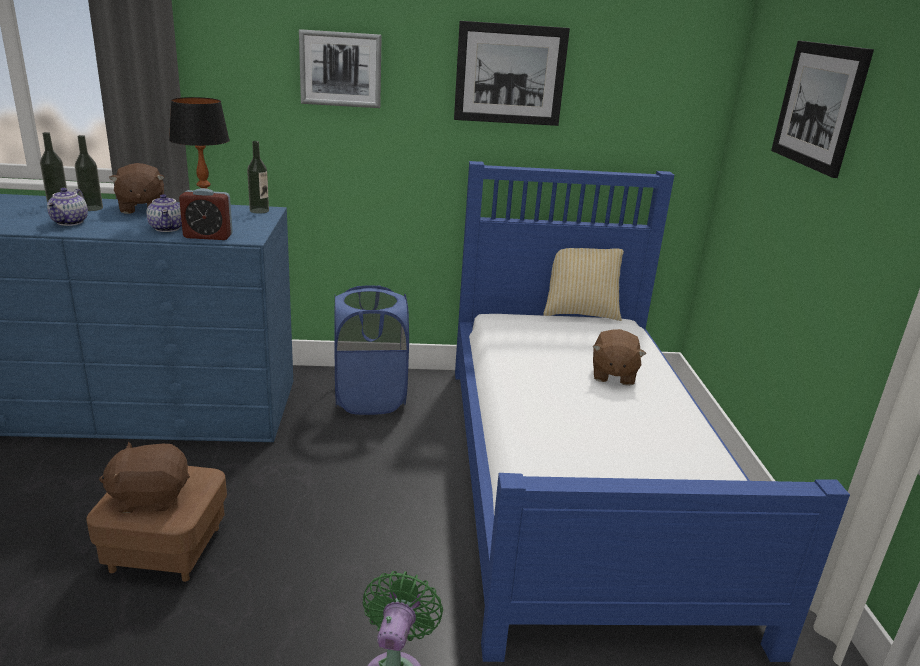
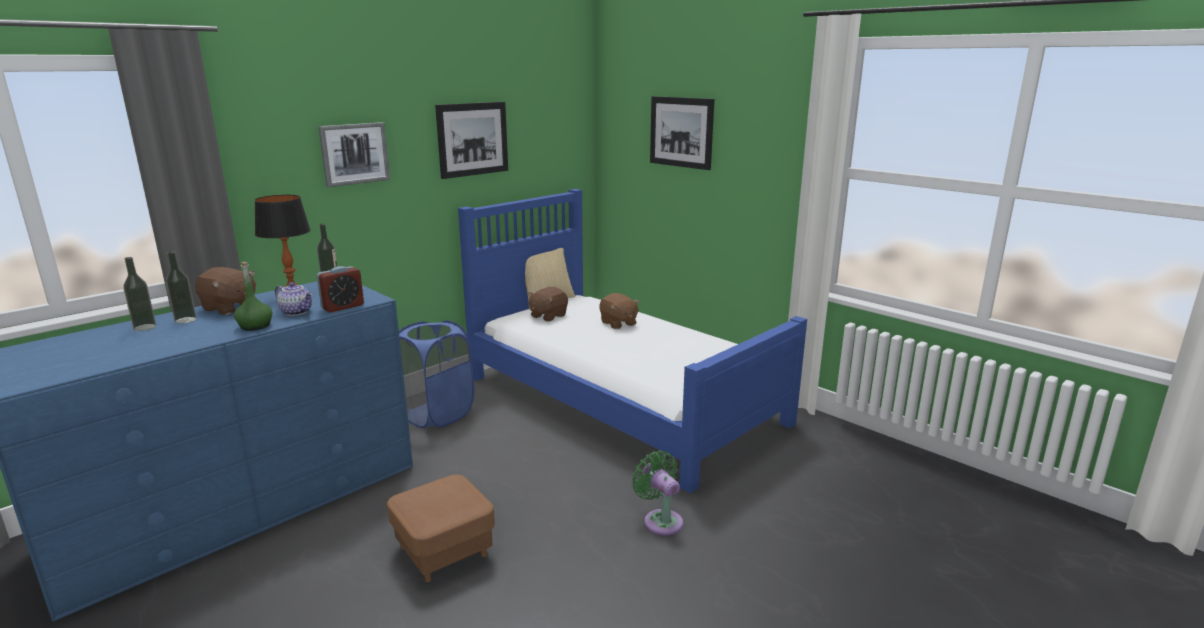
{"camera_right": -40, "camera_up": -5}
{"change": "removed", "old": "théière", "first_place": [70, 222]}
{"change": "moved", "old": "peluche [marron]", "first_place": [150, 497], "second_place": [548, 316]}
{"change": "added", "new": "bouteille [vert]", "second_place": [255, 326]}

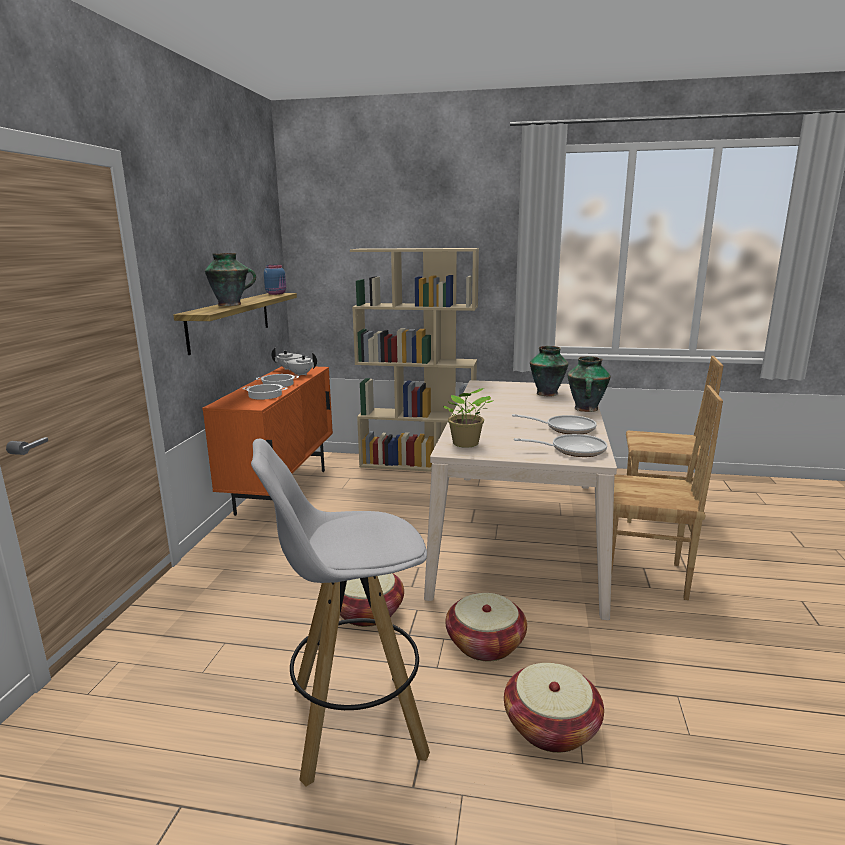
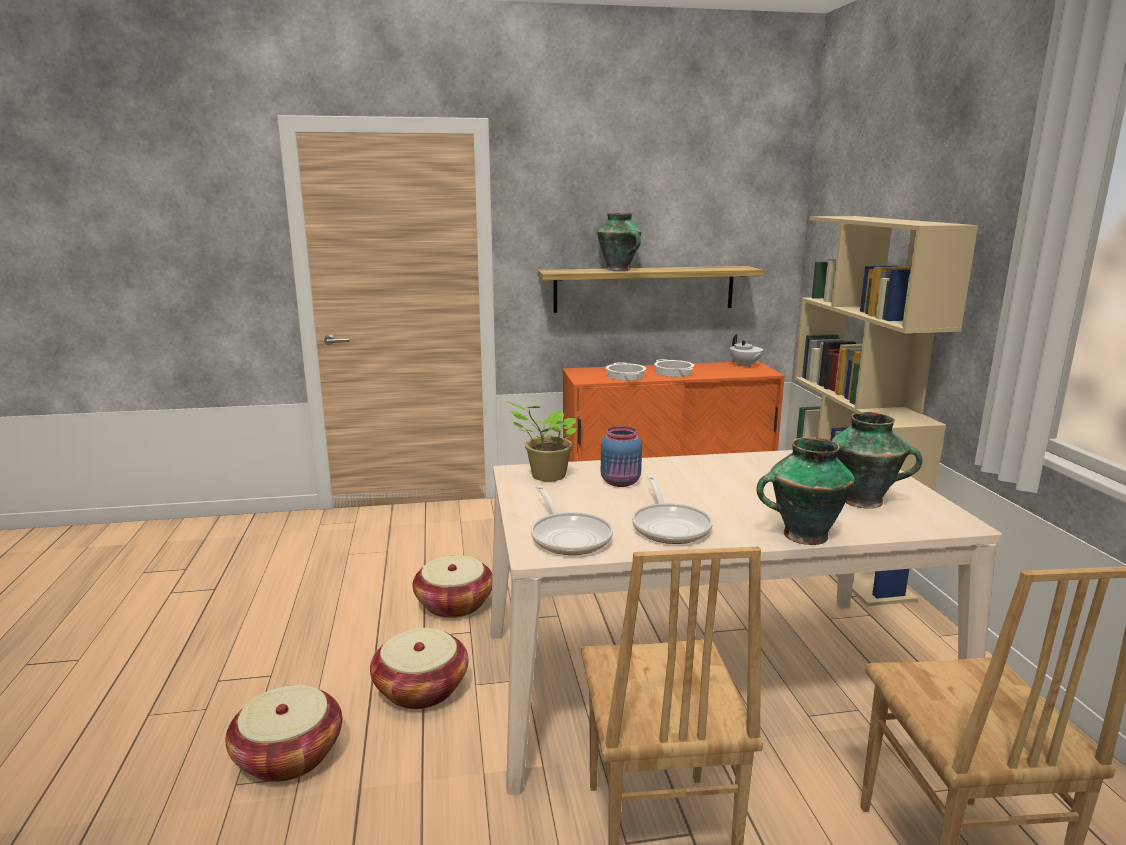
{"camera_right": 70, "camera_up": 0}
{"change": "removed", "old": "tabouret [blanc]", "first_place": [354, 722]}
{"change": "moved", "old": "bocal [bleu]", "first_place": [276, 294], "second_place": [621, 482]}
{"change": "removed", "old": "théière [blanc]", "first_place": [300, 374]}

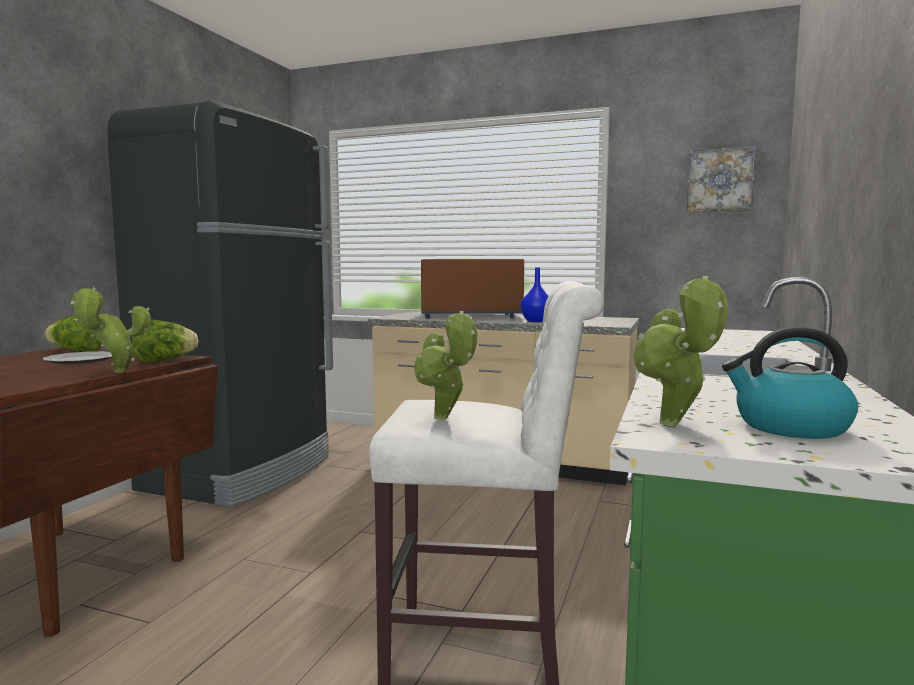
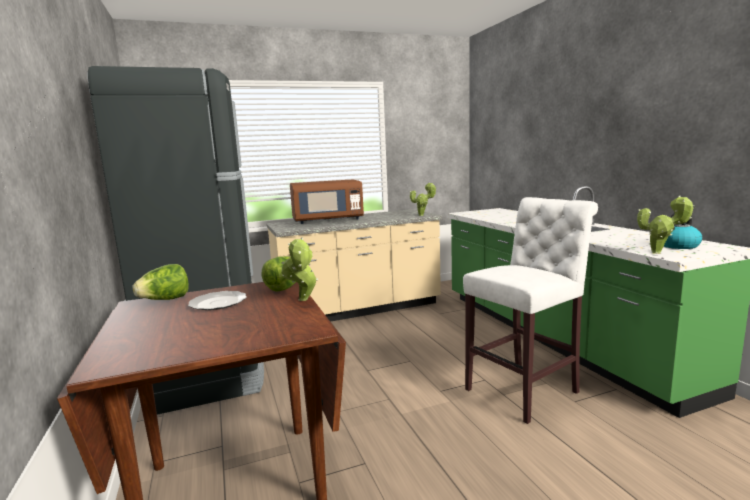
{"camera_right": -40, "camera_up": 5}
{"change": "moved", "old": "plante en pot", "first_place": [444, 419], "second_place": [422, 215]}
{"change": "turned", "old": "micro-ondes [marron]", "first_place": [470, 316], "second_place": [327, 220], "degrees": -150}
{"change": "removed", "old": "vase [bleu]", "first_place": [536, 321]}
{"change": "removed", "old": "tableau", "first_place": [720, 180]}

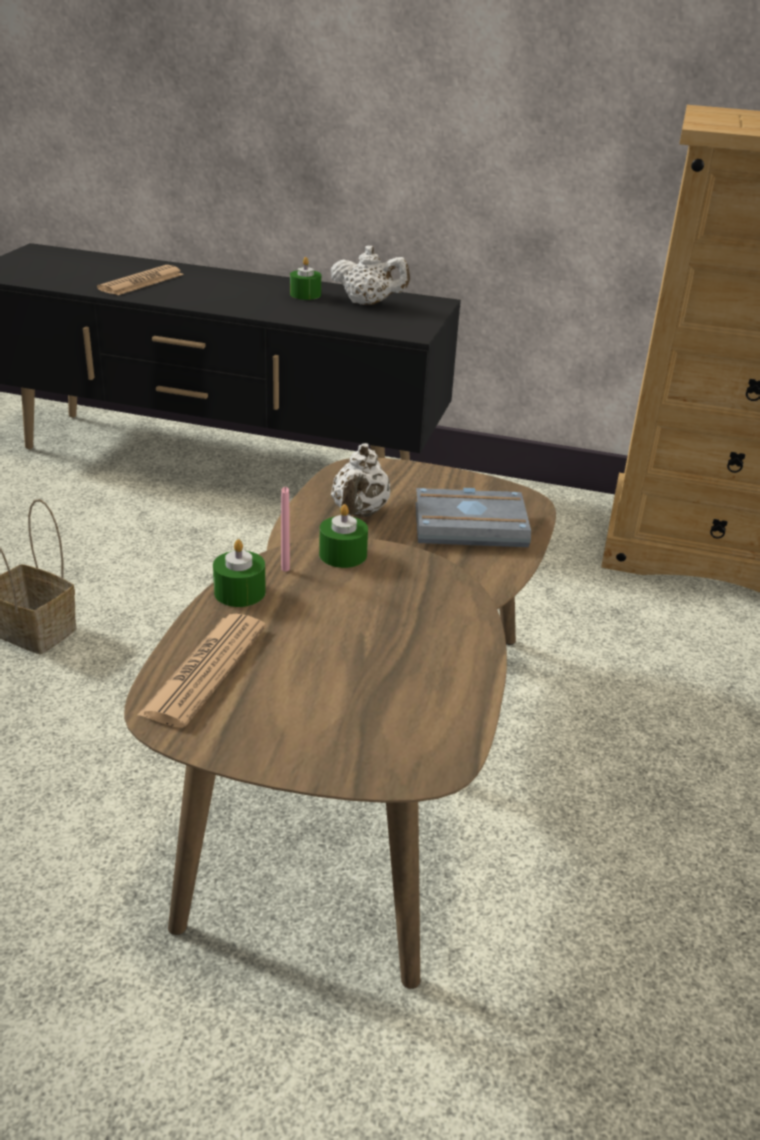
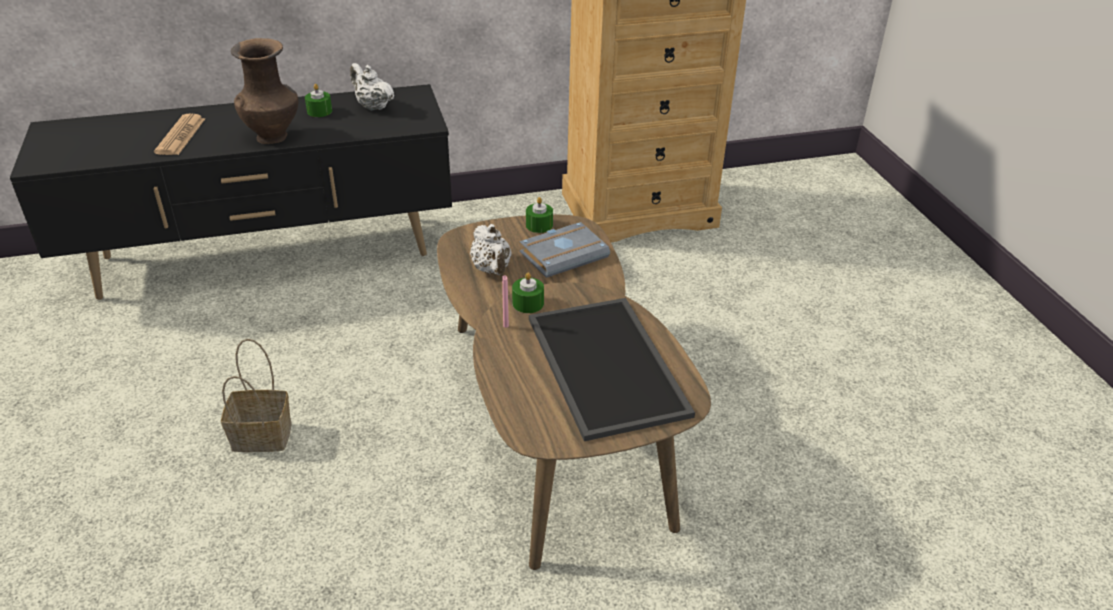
{"camera_right": -30, "camera_up": 5}
{"change": "removed", "old": "journal", "first_place": [205, 670]}
{"change": "moved", "old": "bougie [vert]", "first_place": [240, 592], "second_place": [539, 225]}
{"change": "turned", "old": "théière [blanc]", "first_place": [368, 303], "second_place": [372, 106], "degrees": -120}
{"change": "added", "new": "vase [marron]", "second_place": [273, 136]}
{"change": "added", "new": "plateau", "second_place": [610, 366]}

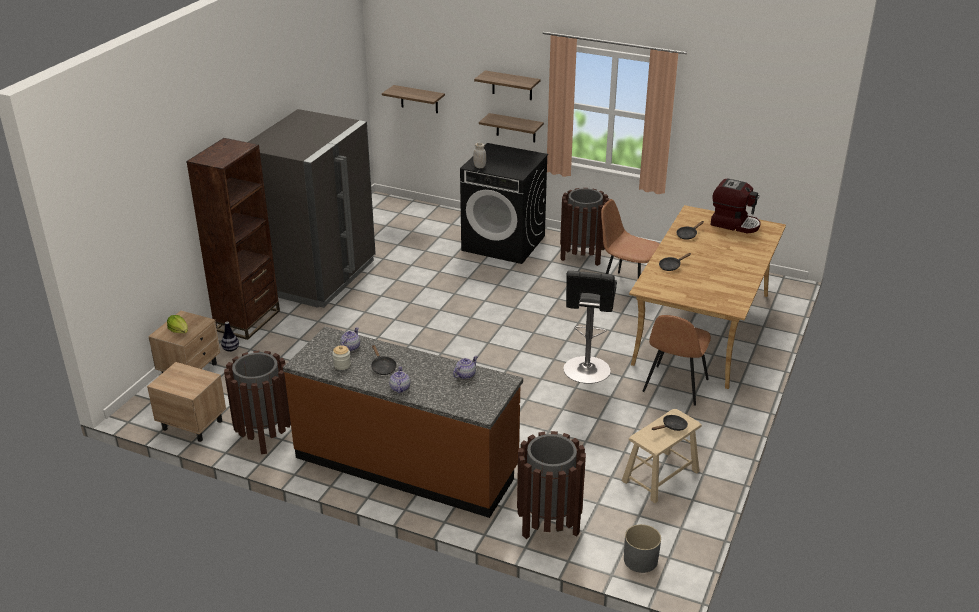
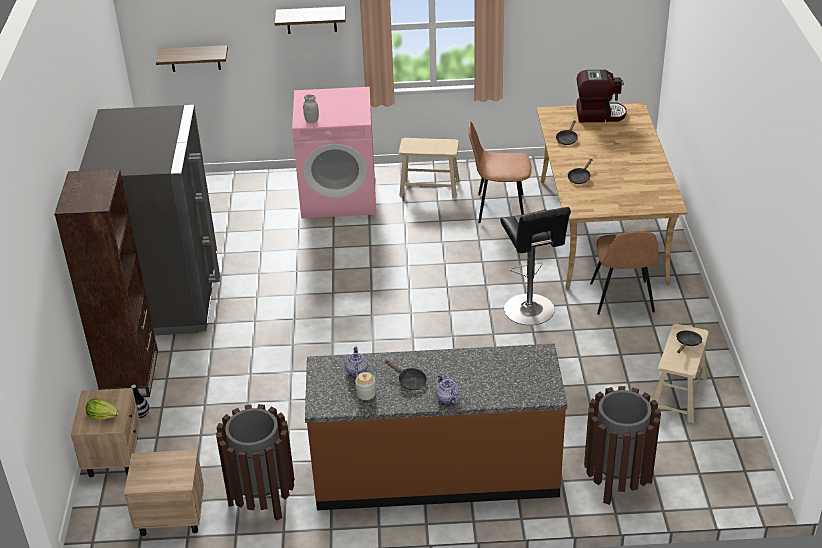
{"camera_right": -25, "camera_up": 5}
{"change": "removed", "old": "théière", "first_place": [465, 374]}
{"change": "recoloured", "old": "lave-linge [noir]", "new": "lave-linge [rose]", "first_place": [504, 243], "second_place": [339, 196]}
{"change": "removed", "old": "étagère", "first_place": [516, 128]}
{"change": "replaced", "old": "poubelle [marron]", "new": "tabouret [beige]", "first_place": [582, 256], "second_place": [429, 187]}
{"change": "removed", "old": "cache-pot [gris]", "first_place": [640, 560]}

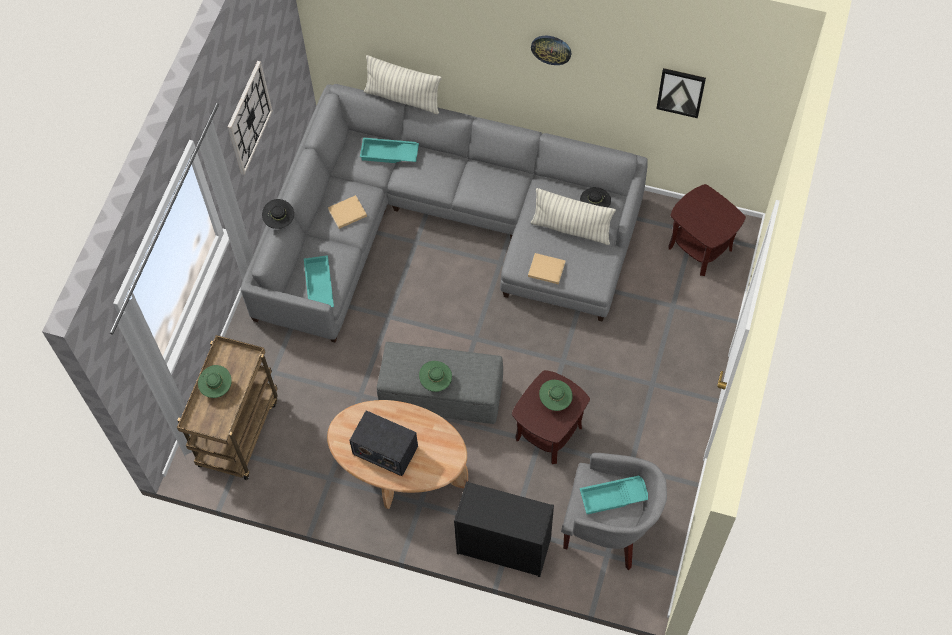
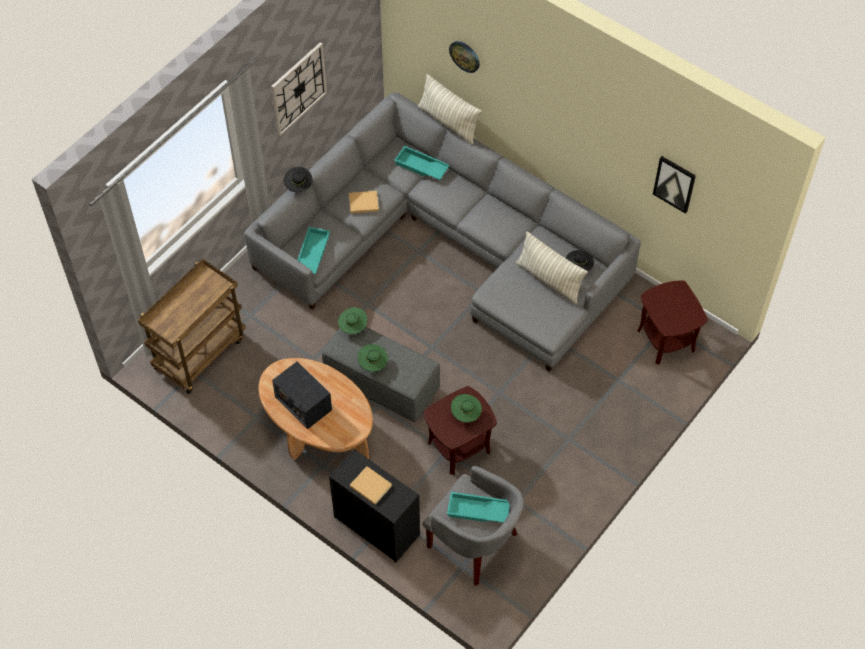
{"camera_right": 20, "camera_up": -5}
{"change": "moved", "old": "chapeau [vert]", "first_place": [216, 387], "second_place": [353, 327]}
{"change": "moved", "old": "livre [beige]", "first_place": [545, 269], "second_place": [370, 485]}
{"change": "moved", "old": "horloge murale", "first_place": [551, 49], "second_place": [465, 56]}

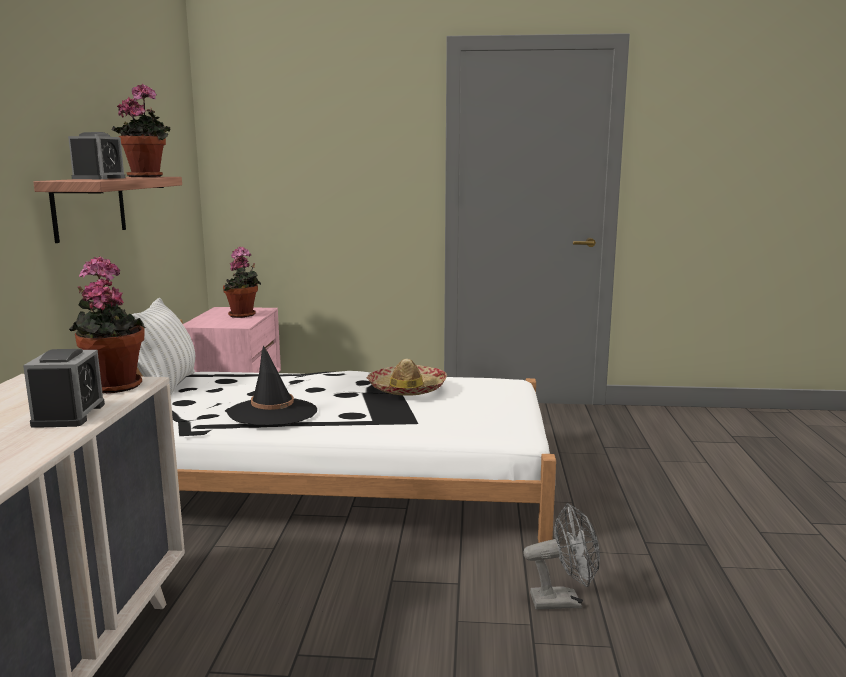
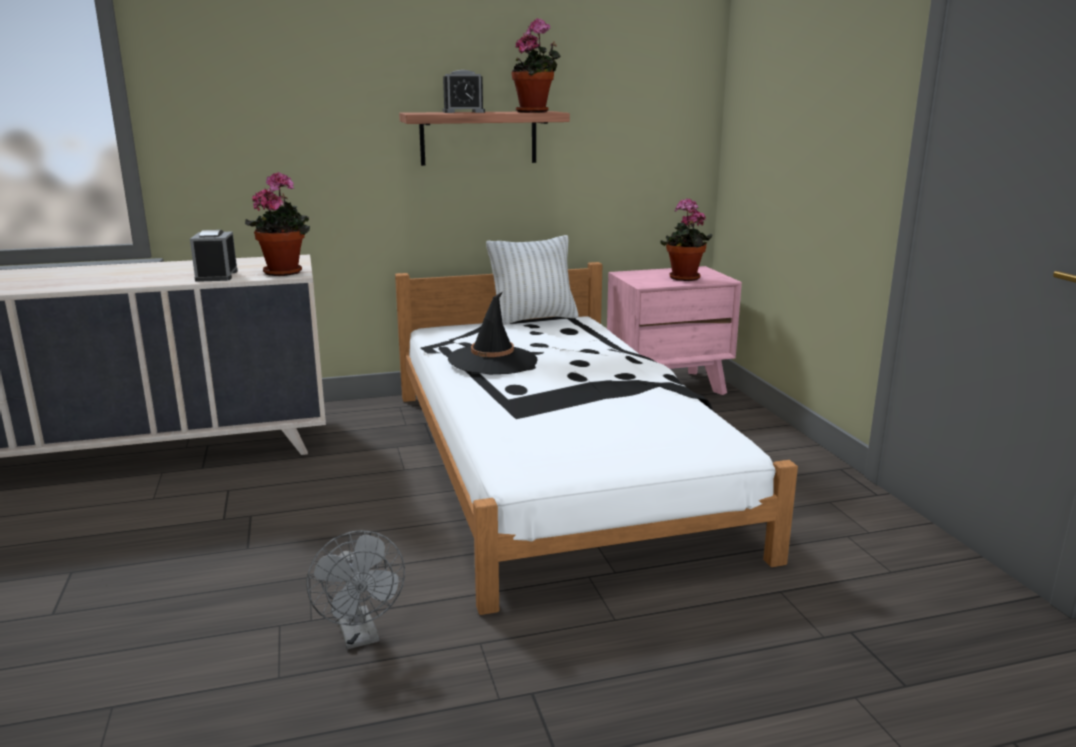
{"camera_right": 70, "camera_up": 5}
{"change": "turned", "old": "réveil", "first_place": [69, 415], "second_place": [216, 276], "degrees": 105}
{"change": "removed", "old": "chapeau", "first_place": [407, 389]}

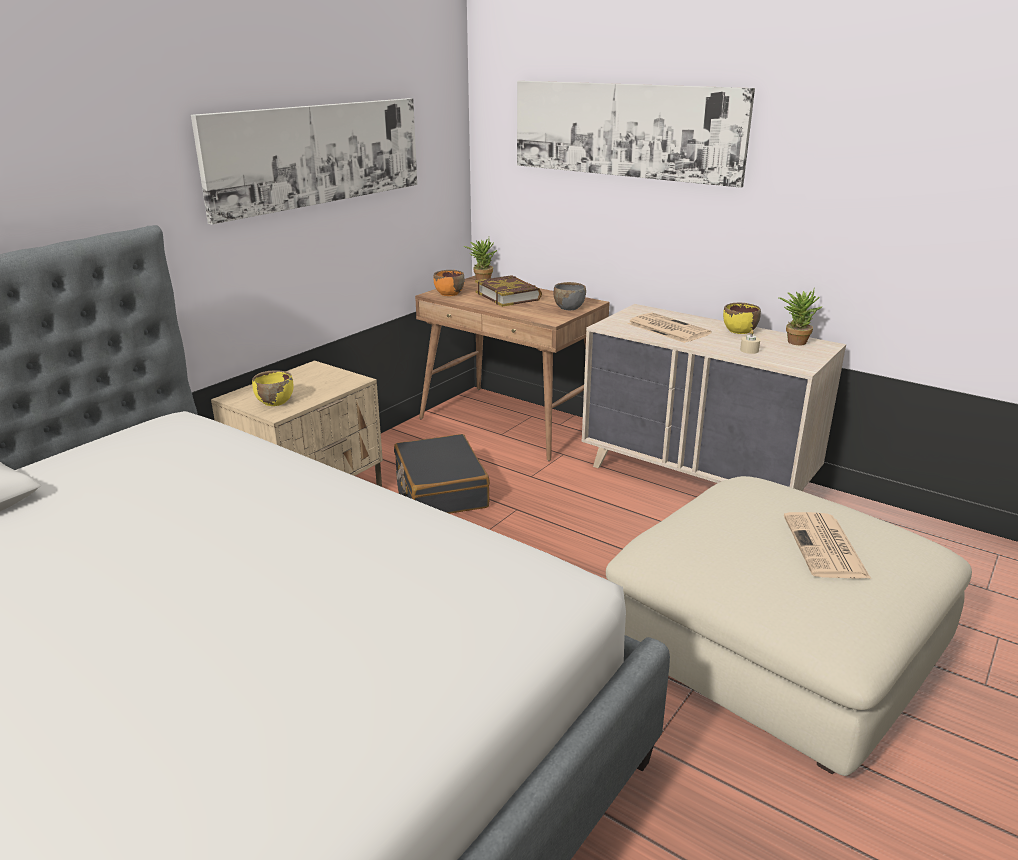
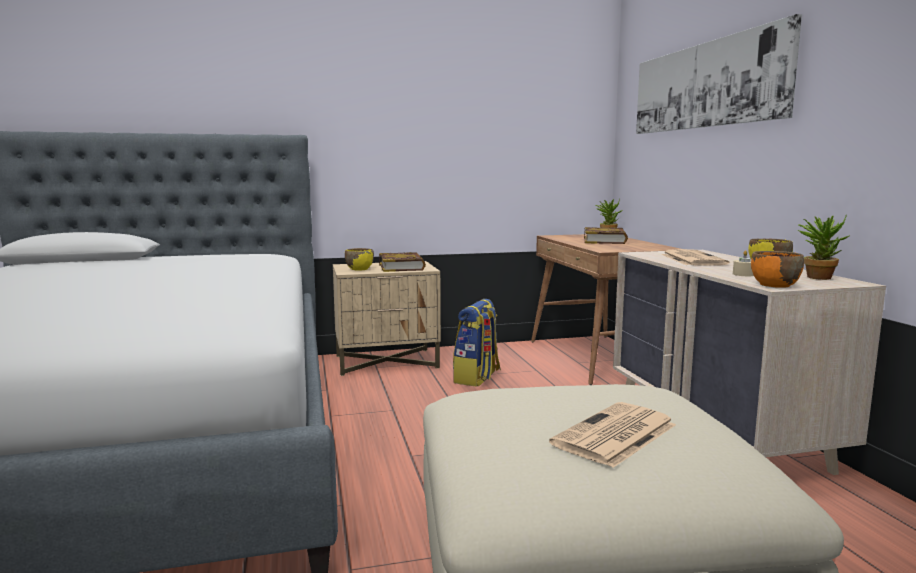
{"camera_right": 40, "camera_up": -15}
{"change": "removed", "old": "tableau", "first_place": [318, 154]}
{"change": "replaced", "old": "valise [noir]", "new": "sac à dos", "first_place": [440, 490], "second_place": [477, 378]}
{"change": "moved", "old": "bol [orange]", "first_place": [449, 294], "second_place": [774, 285]}
{"change": "removed", "old": "bol [gris]", "first_place": [568, 307]}
{"change": "added", "new": "livre", "second_place": [402, 267]}

